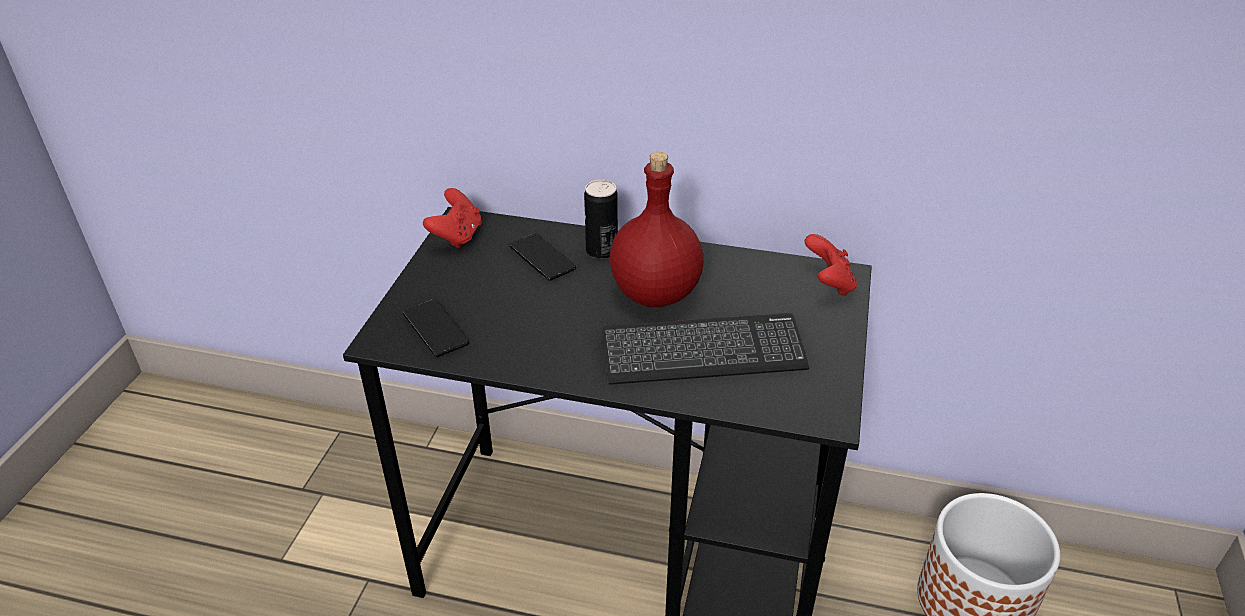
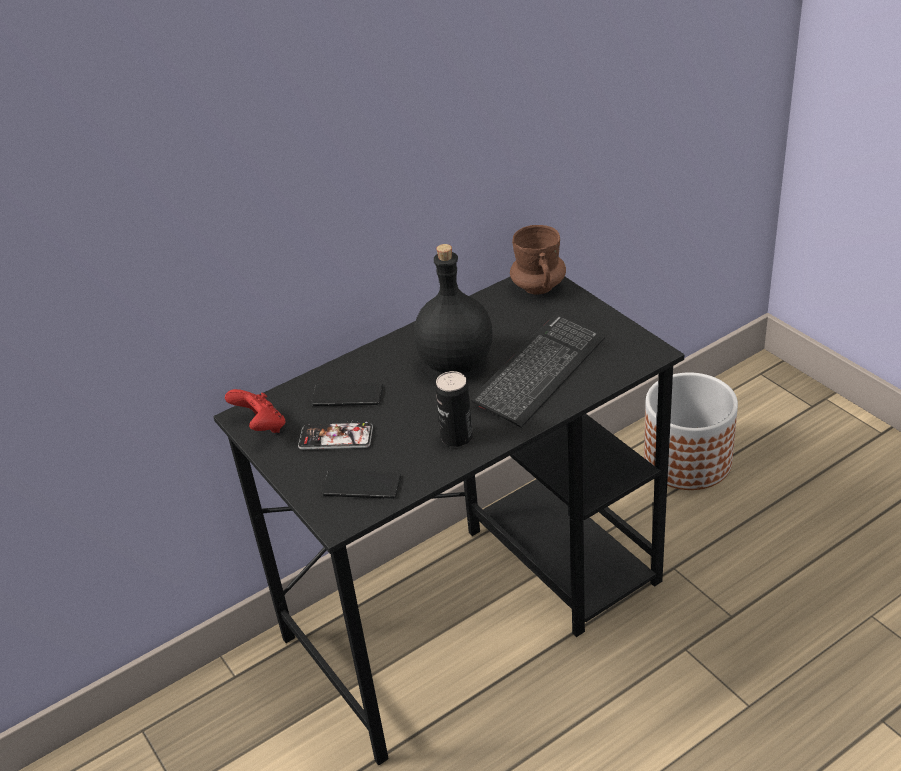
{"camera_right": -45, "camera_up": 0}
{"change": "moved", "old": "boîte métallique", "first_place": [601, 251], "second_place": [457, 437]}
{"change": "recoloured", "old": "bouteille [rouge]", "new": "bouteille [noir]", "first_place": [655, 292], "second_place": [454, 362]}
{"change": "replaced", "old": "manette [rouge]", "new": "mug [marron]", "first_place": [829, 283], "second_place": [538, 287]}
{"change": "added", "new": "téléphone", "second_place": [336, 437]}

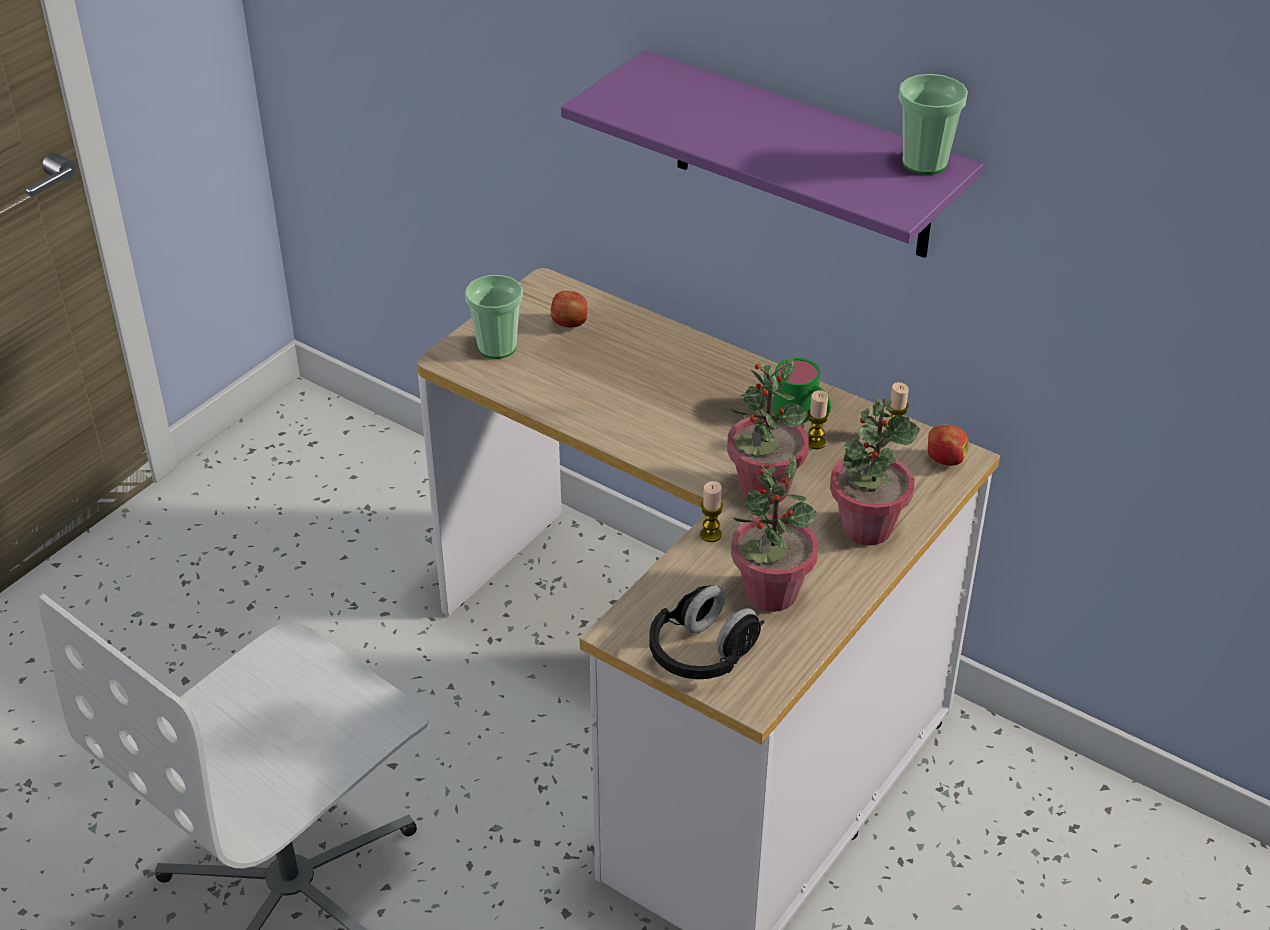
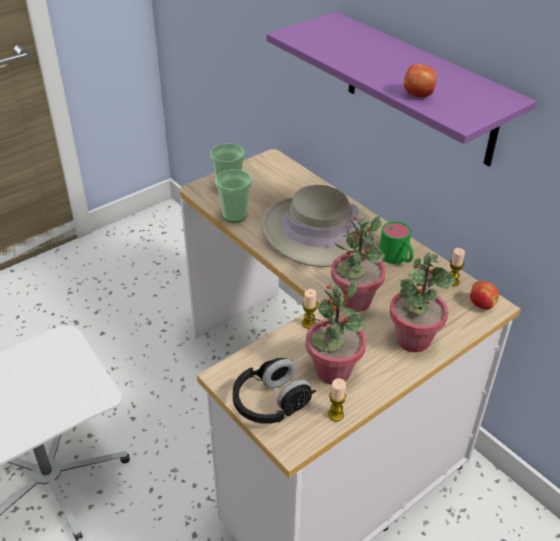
{"camera_right": 15, "camera_up": 0}
{"change": "moved", "old": "pomme", "first_place": [570, 324], "second_place": [419, 95]}
{"change": "moved", "old": "bougie", "first_place": [815, 442], "second_place": [335, 415]}
{"change": "moved", "old": "tasse", "first_place": [924, 163], "second_place": [234, 215]}
{"change": "added", "new": "chapeau [beige]", "second_place": [317, 231]}

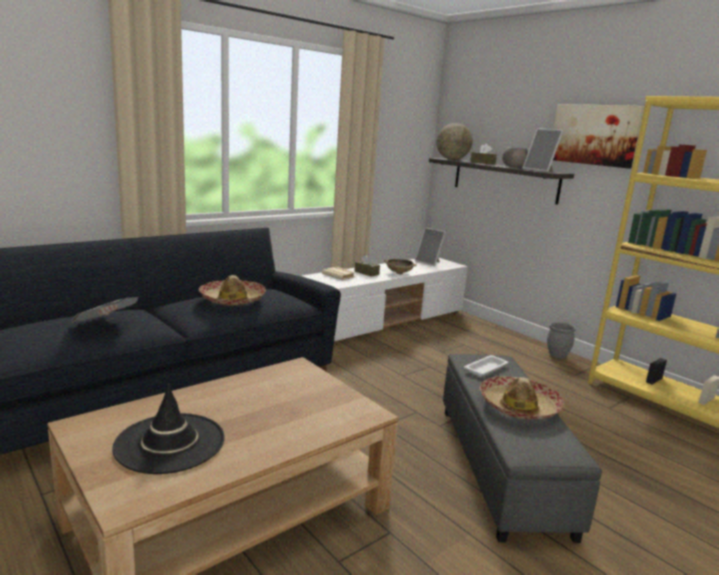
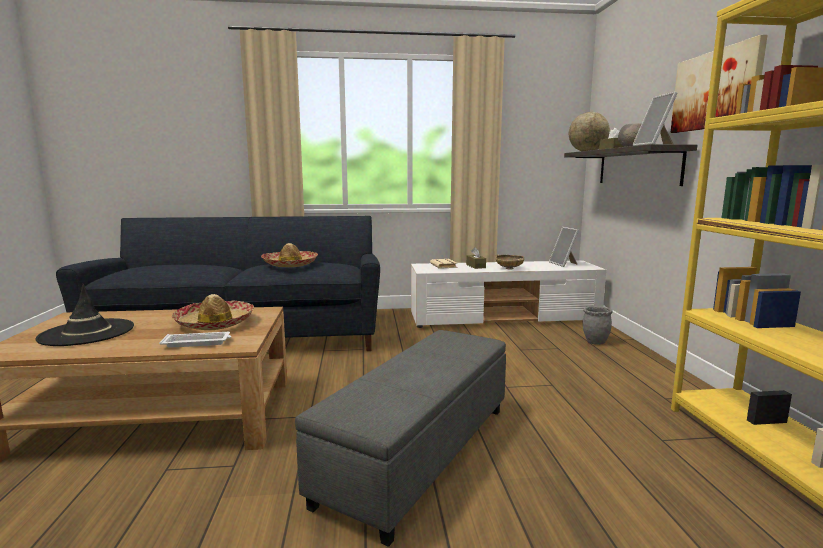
{"camera_right": 35, "camera_up": -5}
{"change": "removed", "old": "journal", "first_place": [105, 326]}
{"change": "moved", "old": "plateau [blanc]", "first_place": [486, 368], "second_place": [198, 343]}
{"change": "moved", "old": "chapeau", "first_place": [518, 407], "second_place": [215, 323]}
{"change": "moved", "old": "cache-pot [gris]", "first_place": [557, 355], "second_place": [595, 342]}

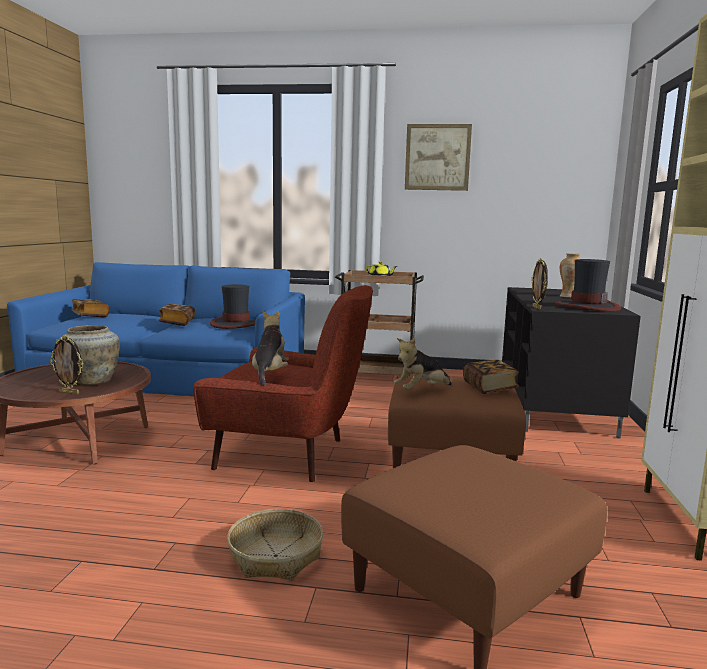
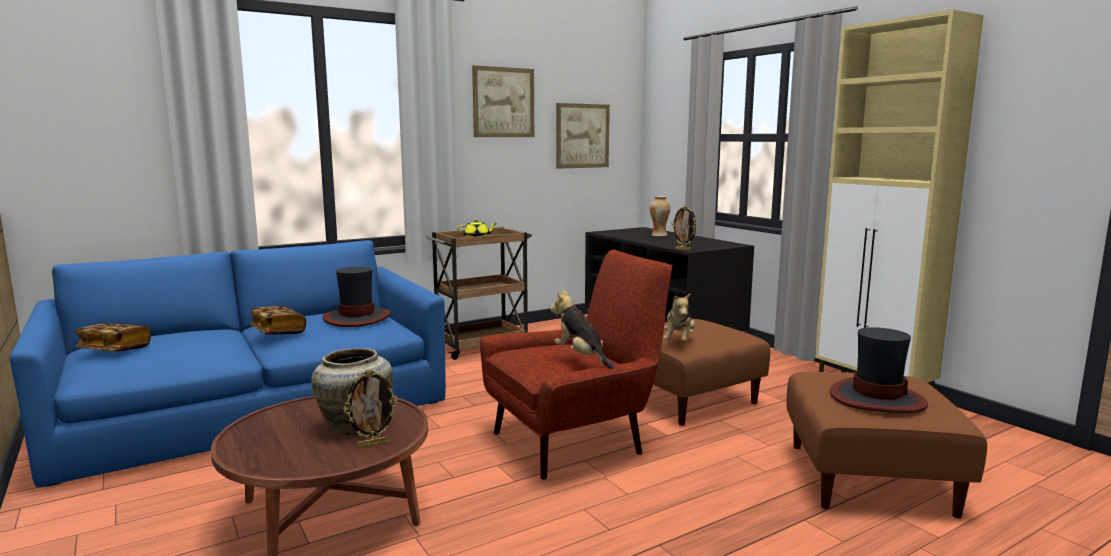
{"camera_right": -40, "camera_up": 0}
{"change": "removed", "old": "panier", "first_place": [276, 556]}
{"change": "removed", "old": "livre", "first_place": [489, 388]}
{"change": "moved", "old": "chapeau", "first_place": [587, 307], "second_place": [876, 398]}
{"change": "added", "new": "tableau", "second_place": [582, 136]}

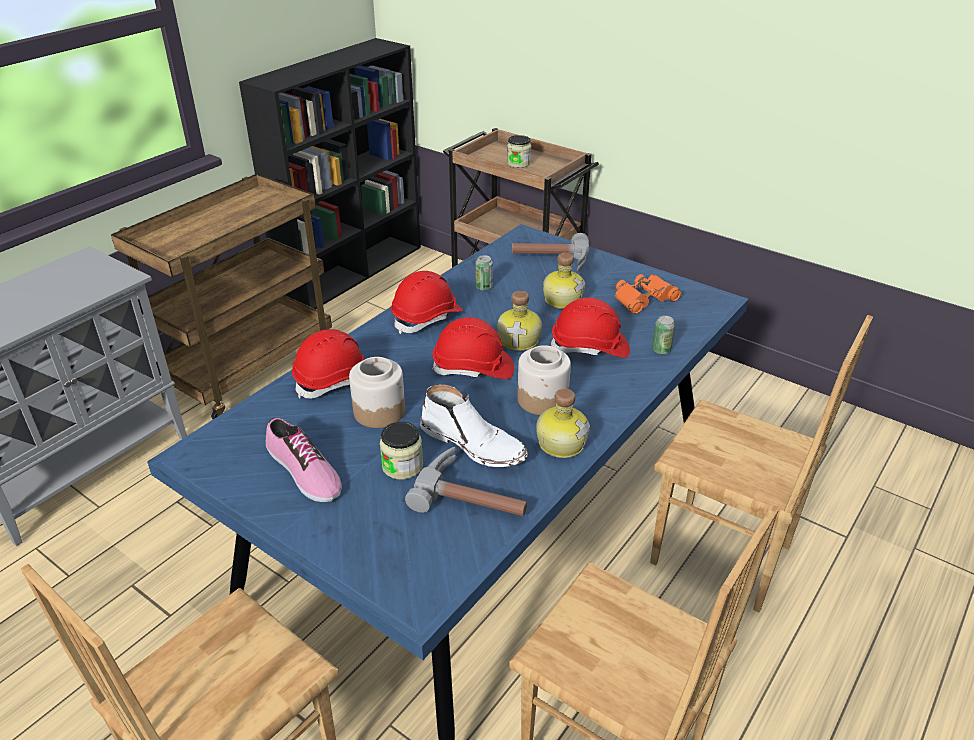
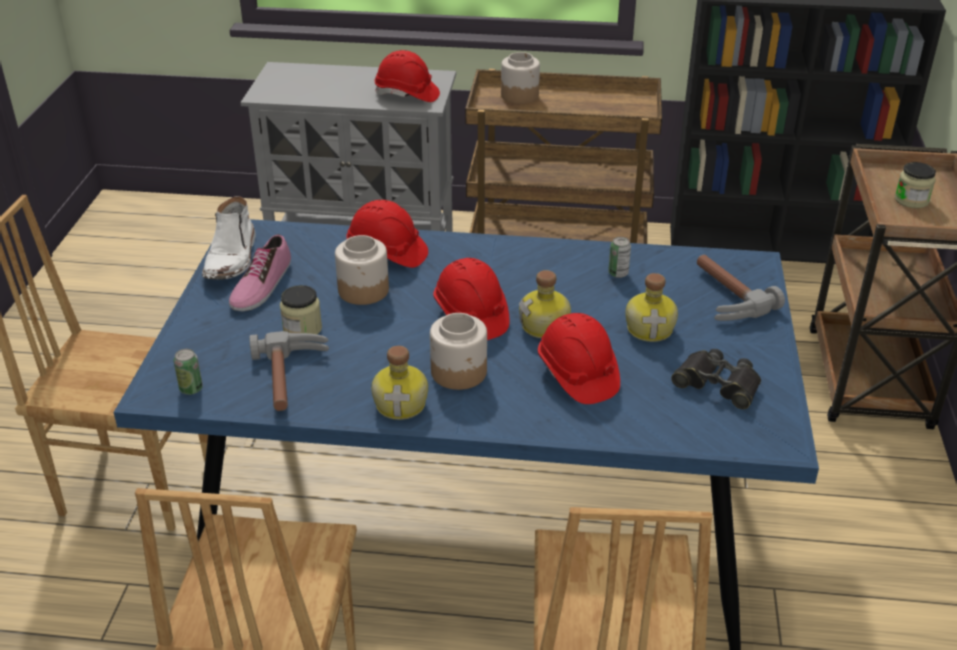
{"camera_right": 60, "camera_up": 0}
{"change": "moved", "old": "casque de chantier [rouge]", "first_place": [427, 317], "second_place": [407, 94]}
{"change": "moved", "old": "botte [blanc]", "first_place": [474, 444], "second_place": [232, 258]}
{"change": "recoloured", "old": "jumelles [orange]", "new": "jumelles [noir]", "first_place": [644, 299], "second_place": [717, 384]}
{"change": "moved", "old": "boîte métallique", "first_place": [661, 350], "second_place": [191, 389]}
{"change": "added", "new": "bocal", "second_place": [520, 95]}

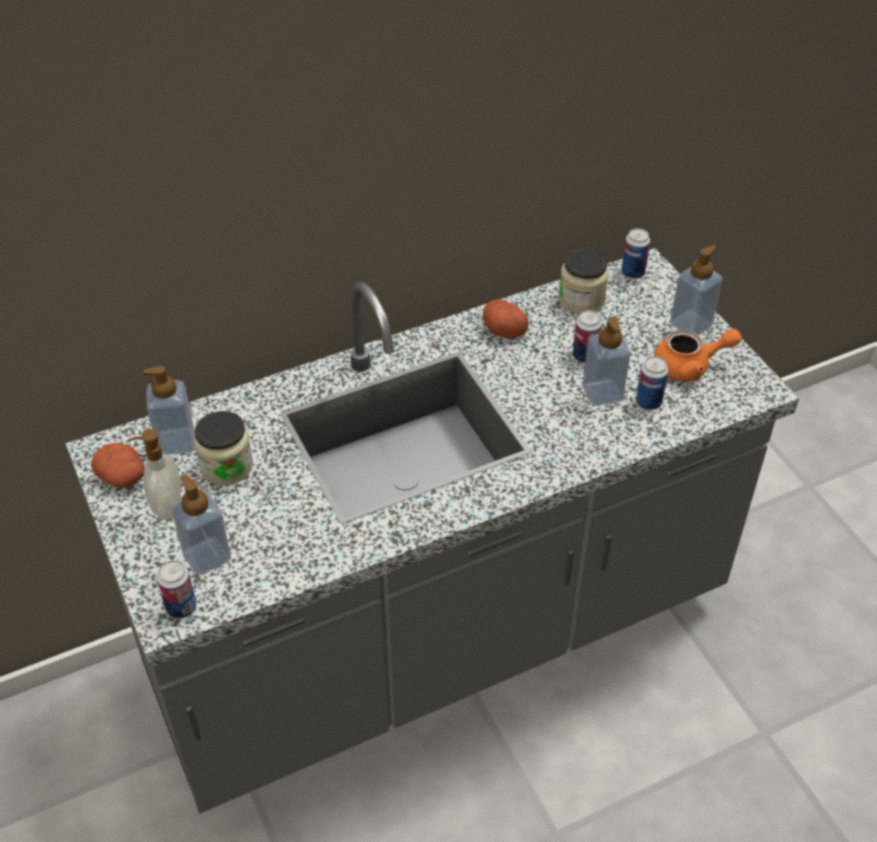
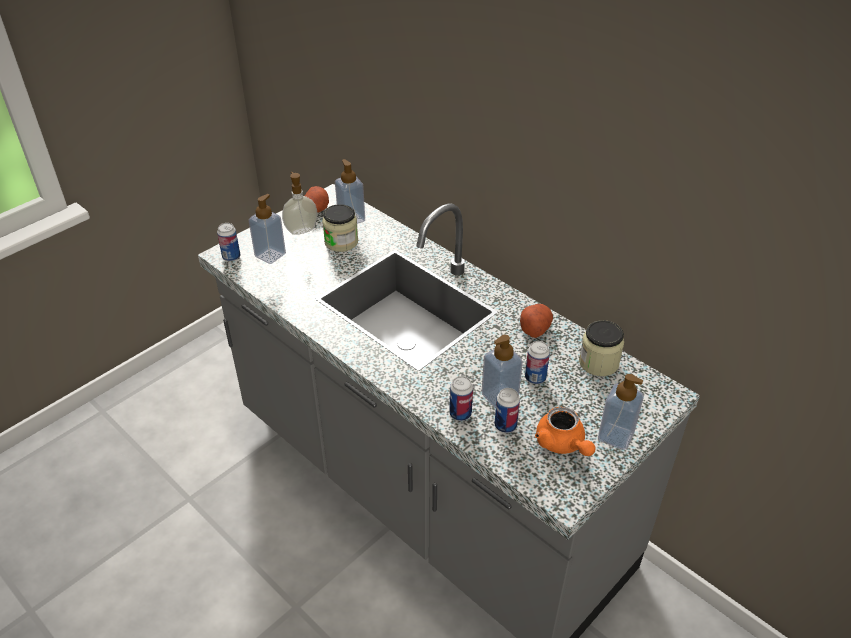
{"camera_right": 70, "camera_up": -5}
{"change": "moved", "old": "boîte métallique", "first_place": [633, 272], "second_place": [460, 414]}

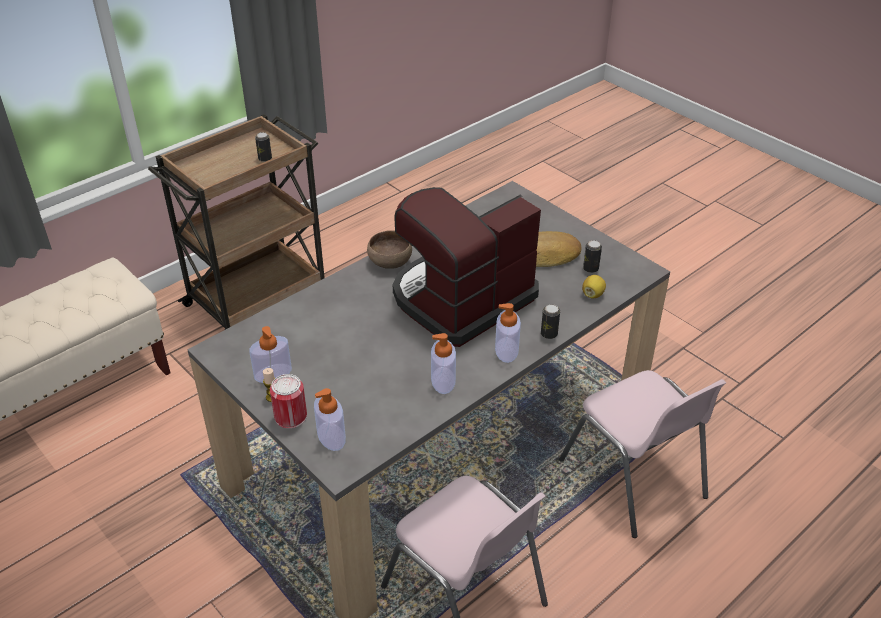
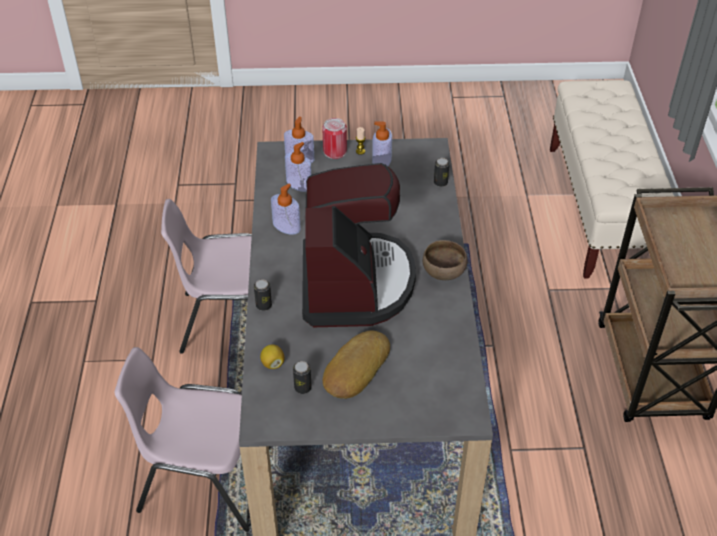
{"camera_right": 130, "camera_up": 5}
{"change": "moved", "old": "boîte métallique", "first_place": [265, 158], "second_place": [440, 183]}
{"change": "moved", "old": "distributeur de savon", "first_place": [506, 350], "second_place": [299, 184]}

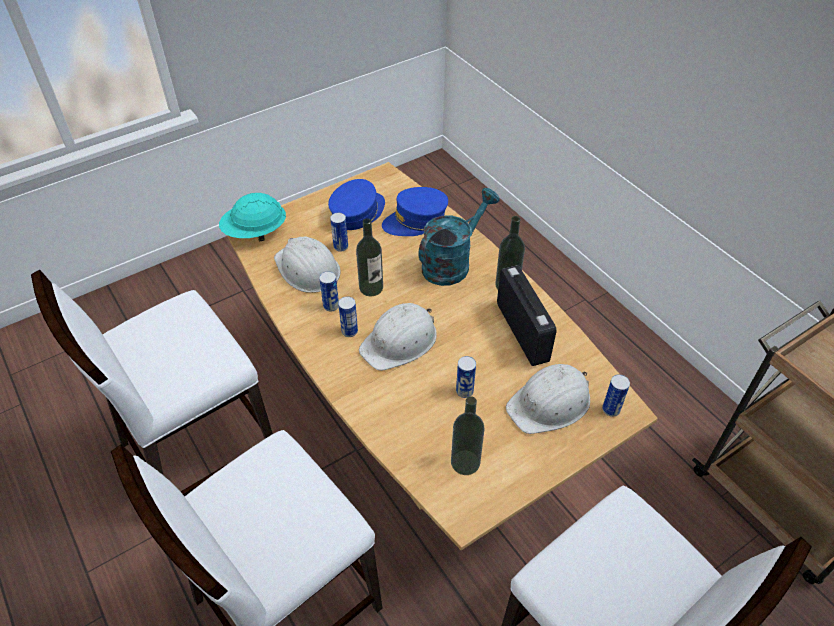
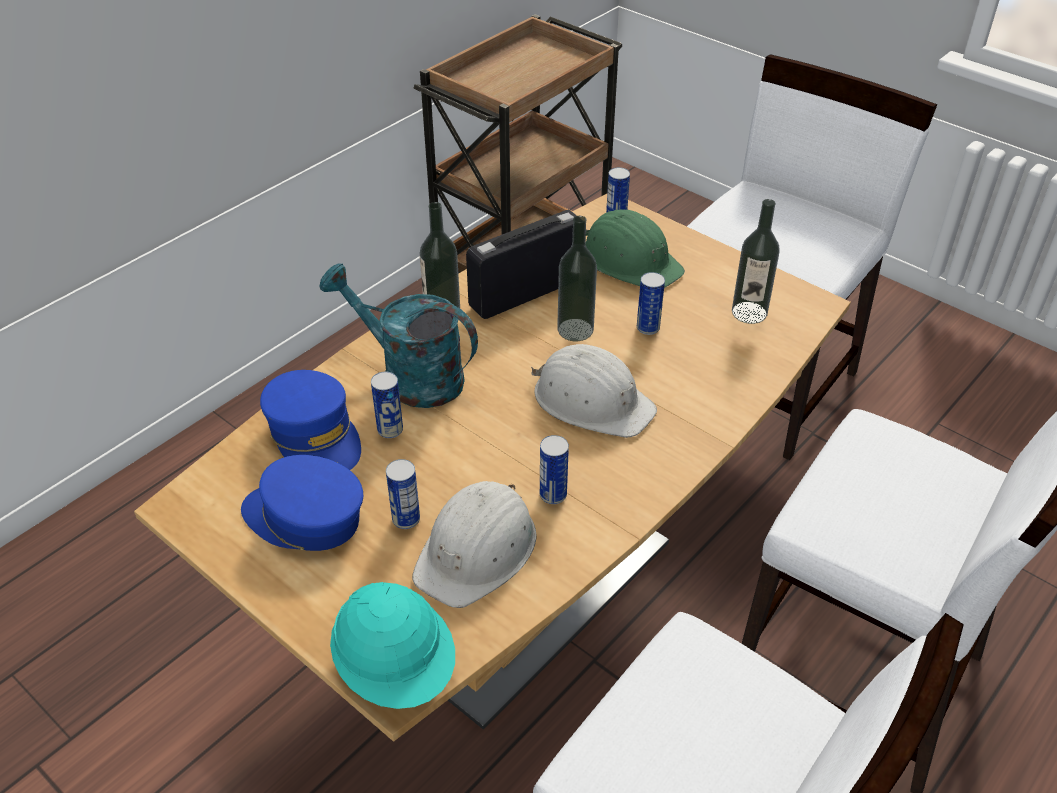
{"camera_right": -105, "camera_up": -5}
{"change": "moved", "old": "boîte métallique", "first_place": [349, 331], "second_place": [390, 430]}
{"change": "moved", "old": "bouteille", "first_place": [371, 287], "second_place": [575, 330]}
{"change": "recoloured", "old": "casque de chantier [blanc]", "new": "casque de chantier [vert]", "first_place": [550, 403], "second_place": [630, 260]}

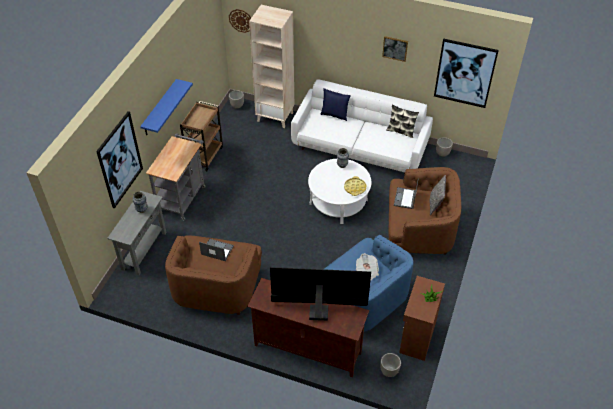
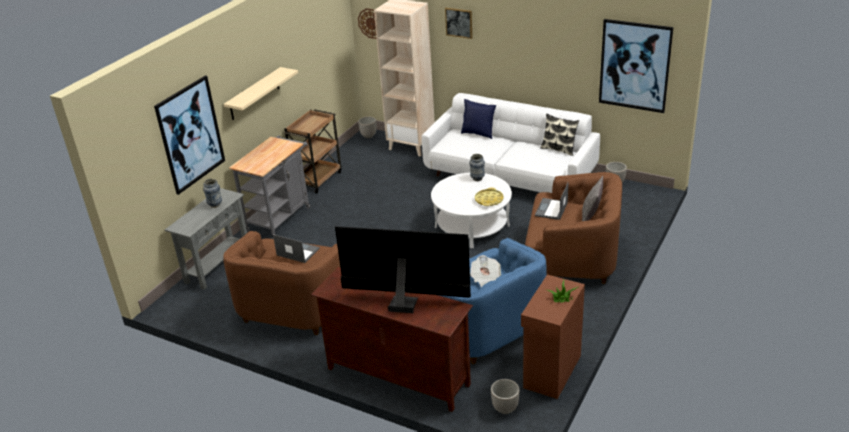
{"camera_right": 10, "camera_up": -15}
{"change": "recoloured", "old": "étagère [bleu]", "new": "étagère [beige]", "first_place": [160, 108], "second_place": [254, 94]}
{"change": "moved", "old": "tableau", "first_place": [395, 48], "second_place": [459, 22]}

